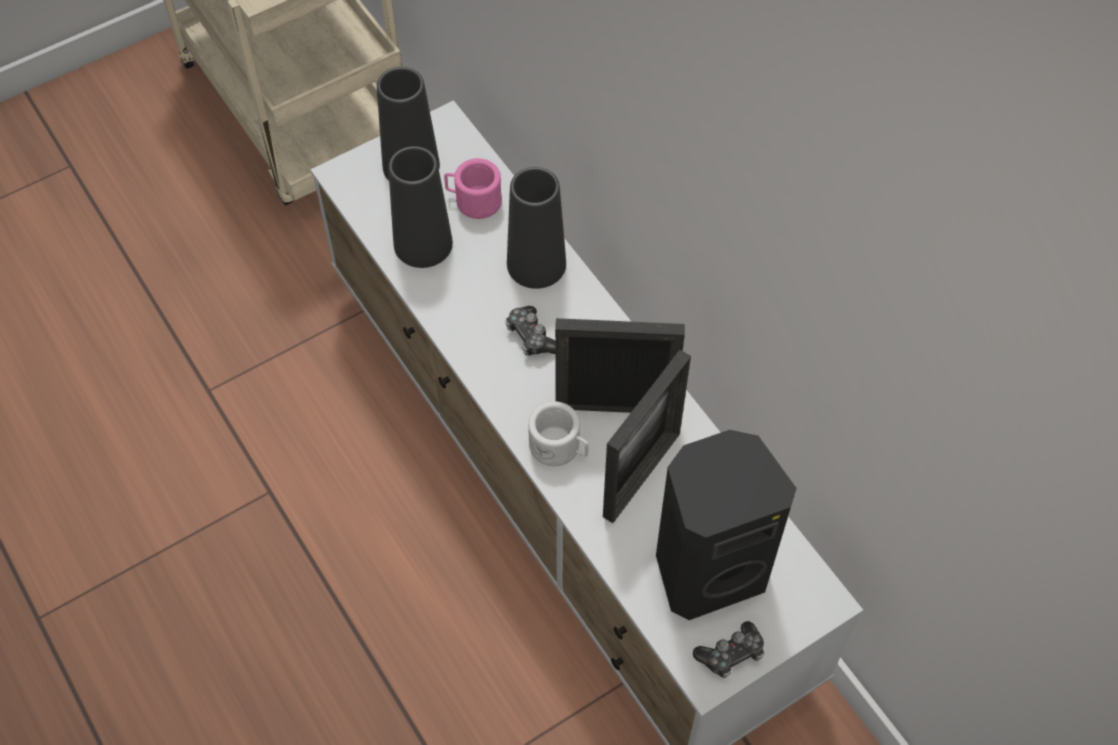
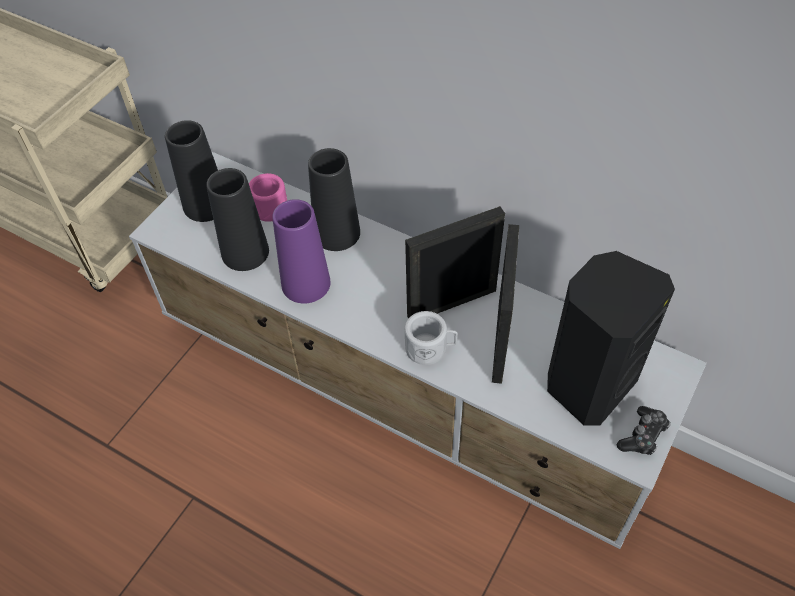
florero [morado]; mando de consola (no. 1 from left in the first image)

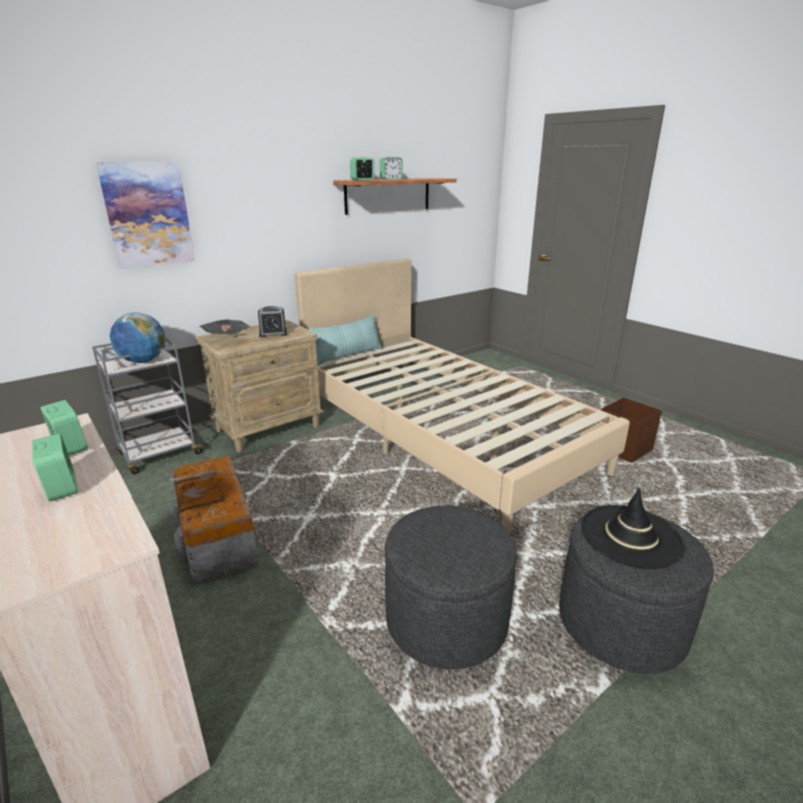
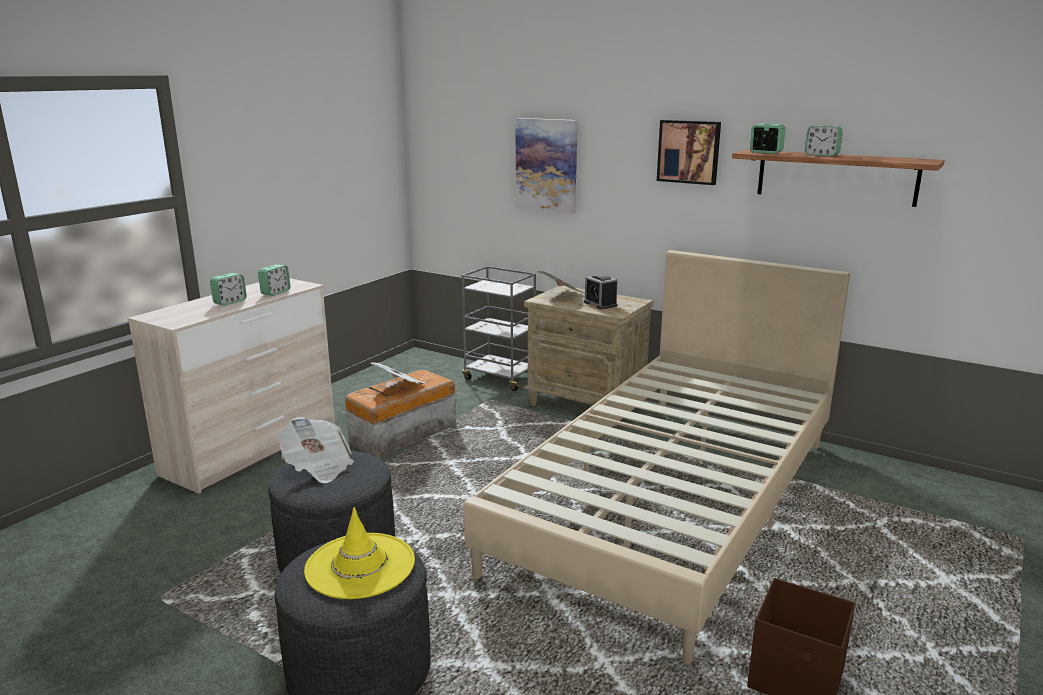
periódico (no. 1 from left); sombrero [amarillo]; cuadro (no. 2 from left); globo terráqueo; cojín

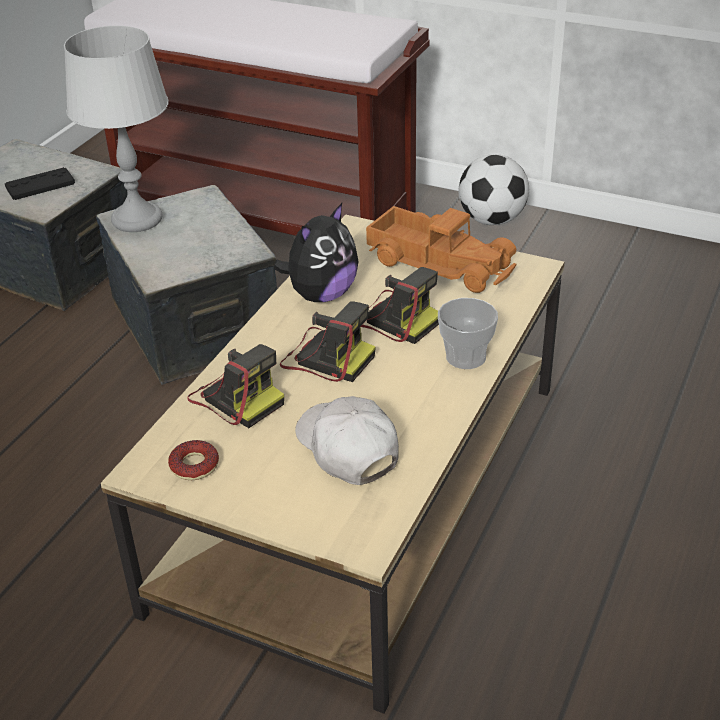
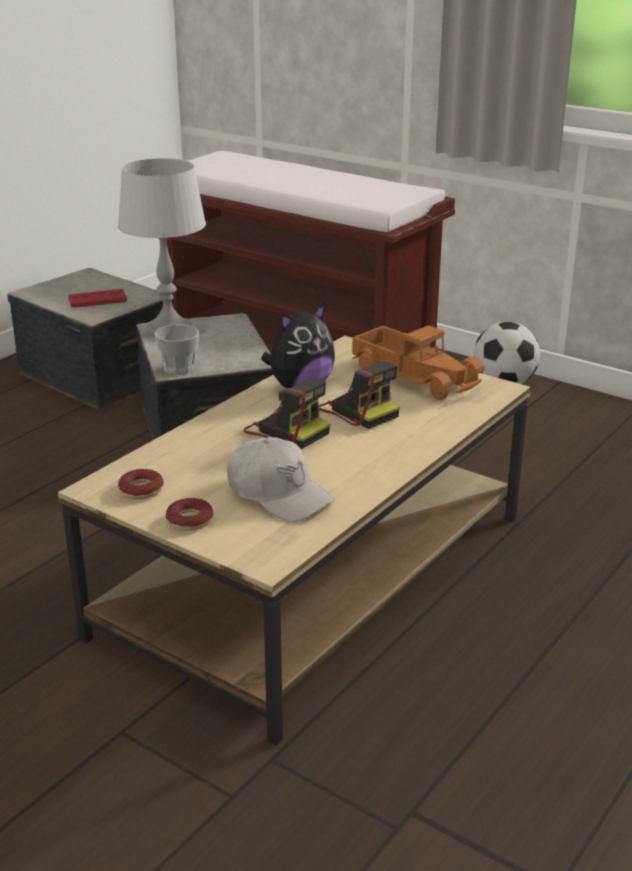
mando de consola [rojo]; taza; rosquilla (no. 2 from left); gorra [blanco]; cámara (no. 1 from left in the first image)

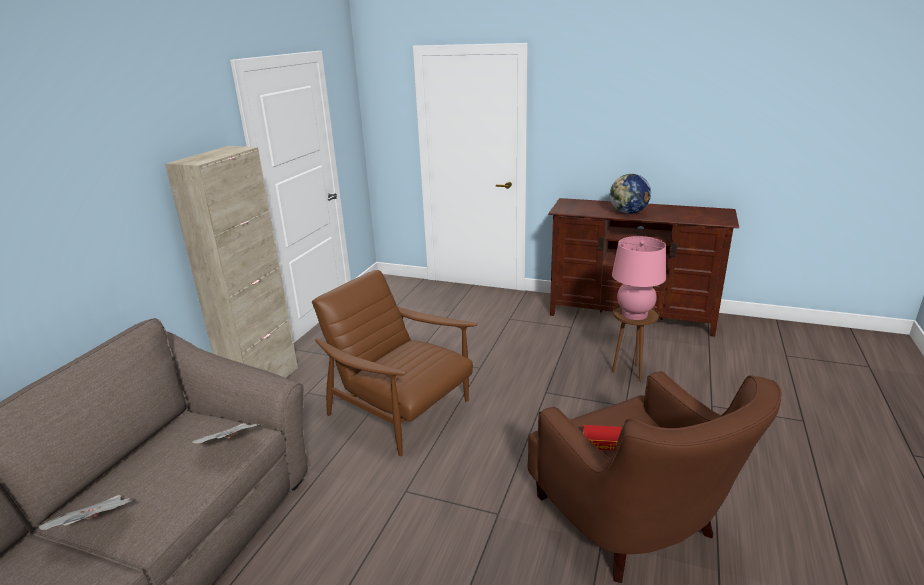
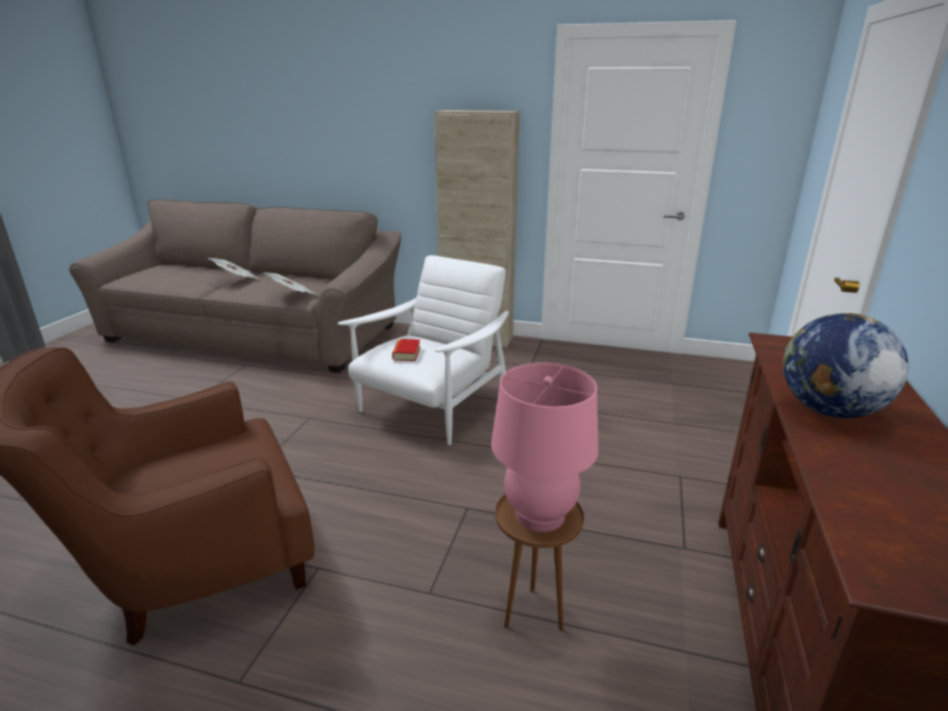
sillón [blanco]; libro

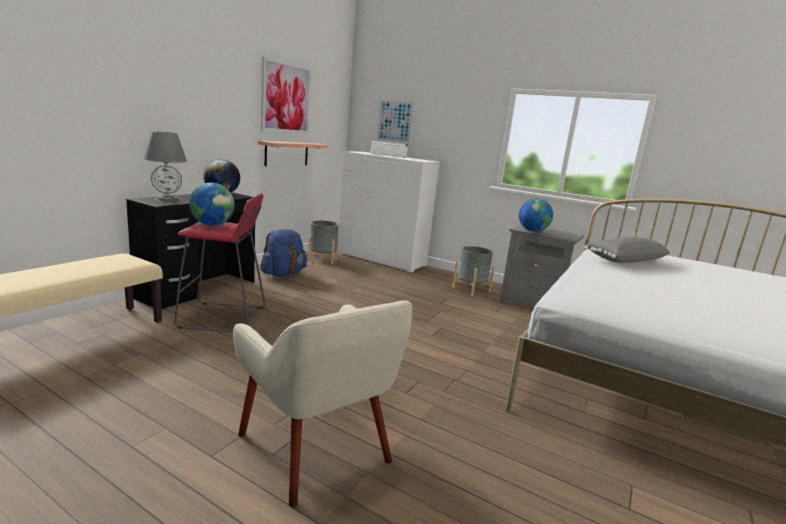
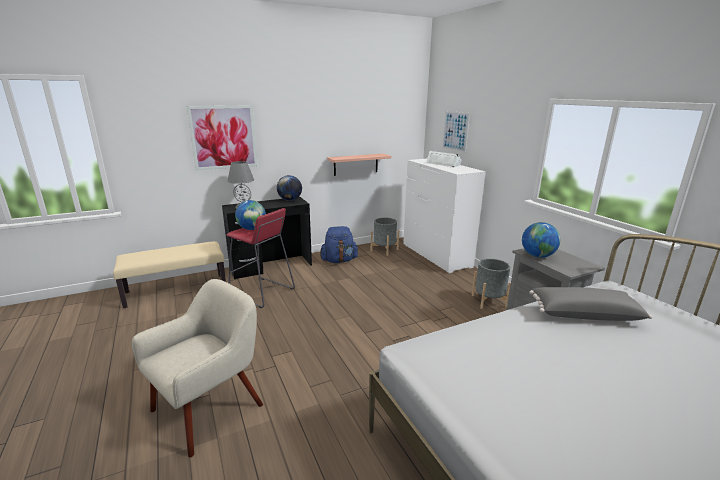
sillón [beis]; cuadro (no. 1 from left)

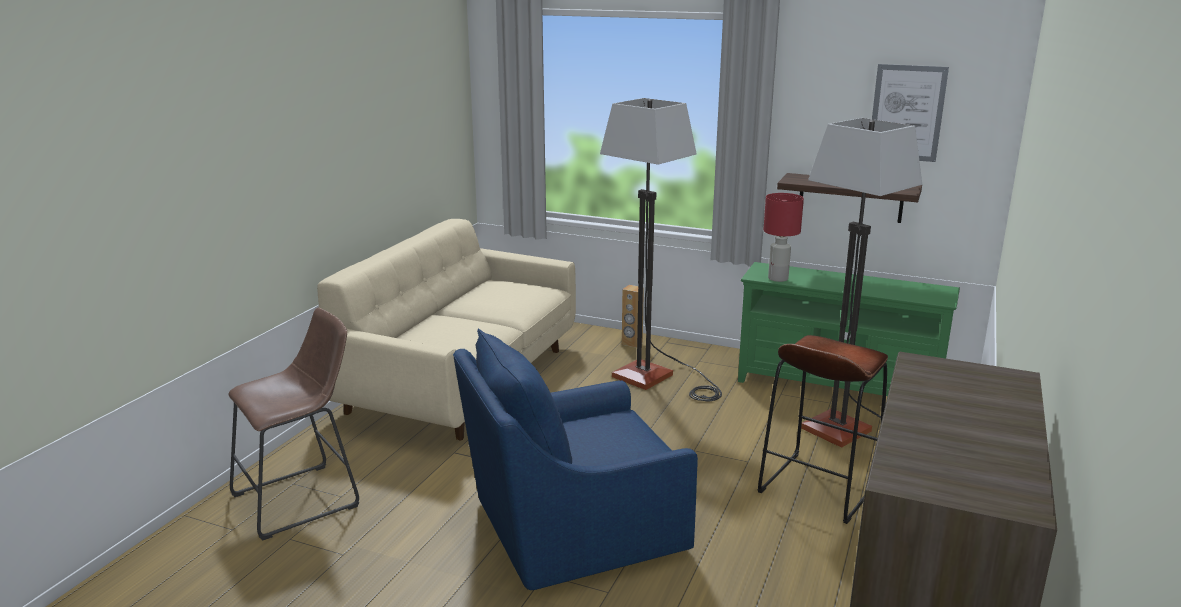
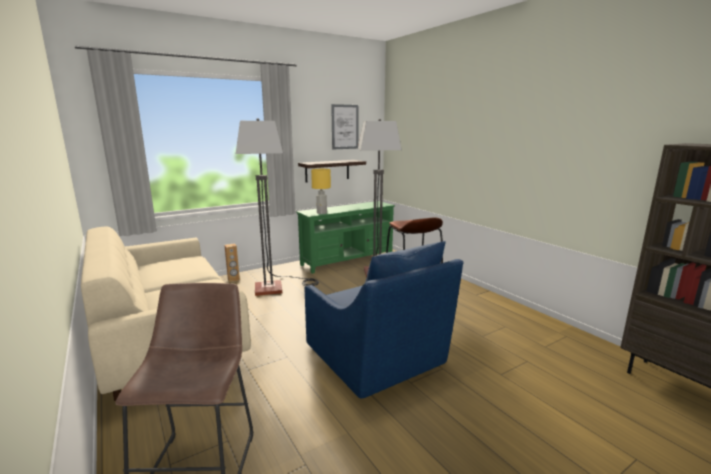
sillón [azul]; lámpara de mesa [amarillo]

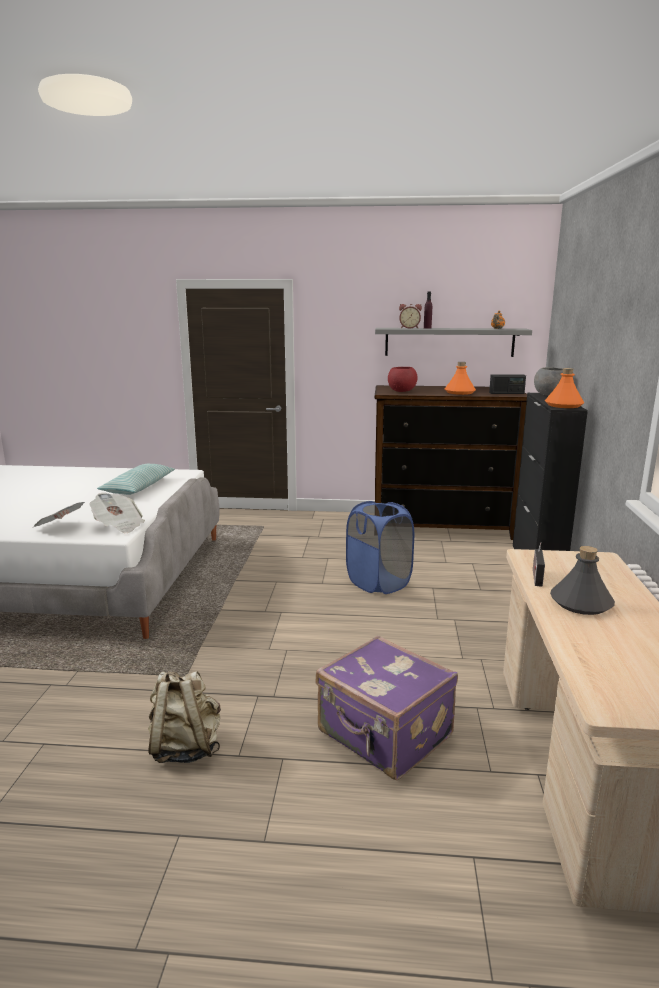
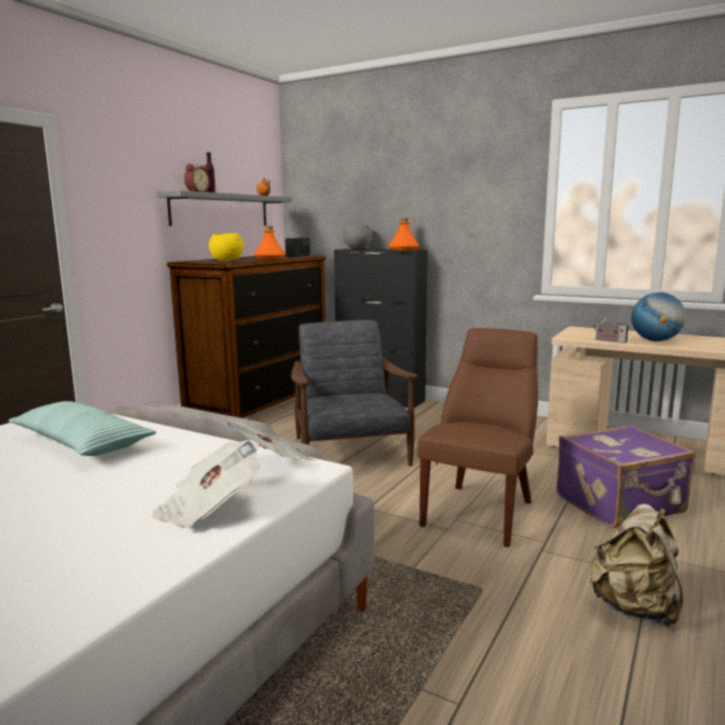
cuenco [amarillo]; sillón [gris]; silla [marrón]; globo terráqueo

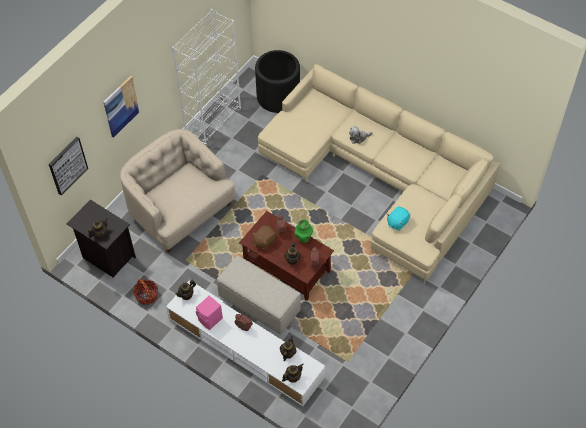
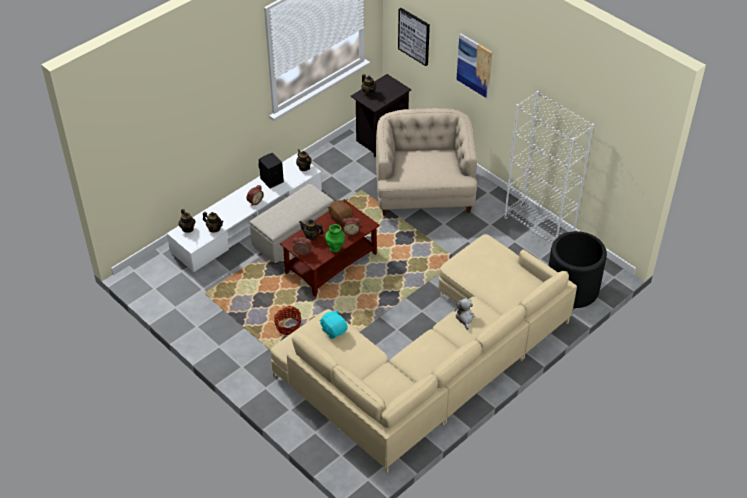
altavoz [negro]; cesta; sillón [beis]

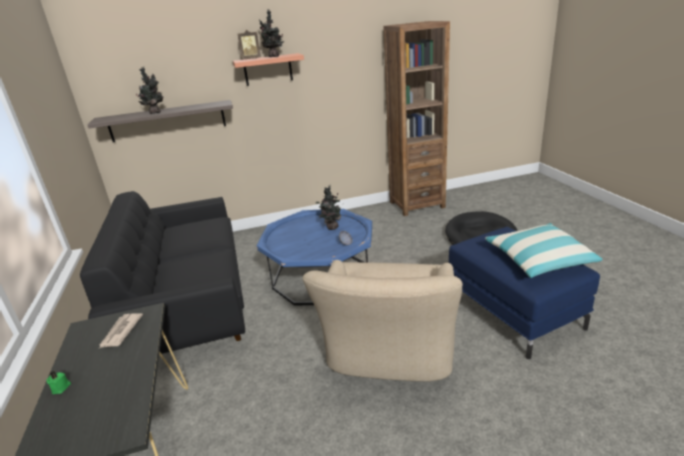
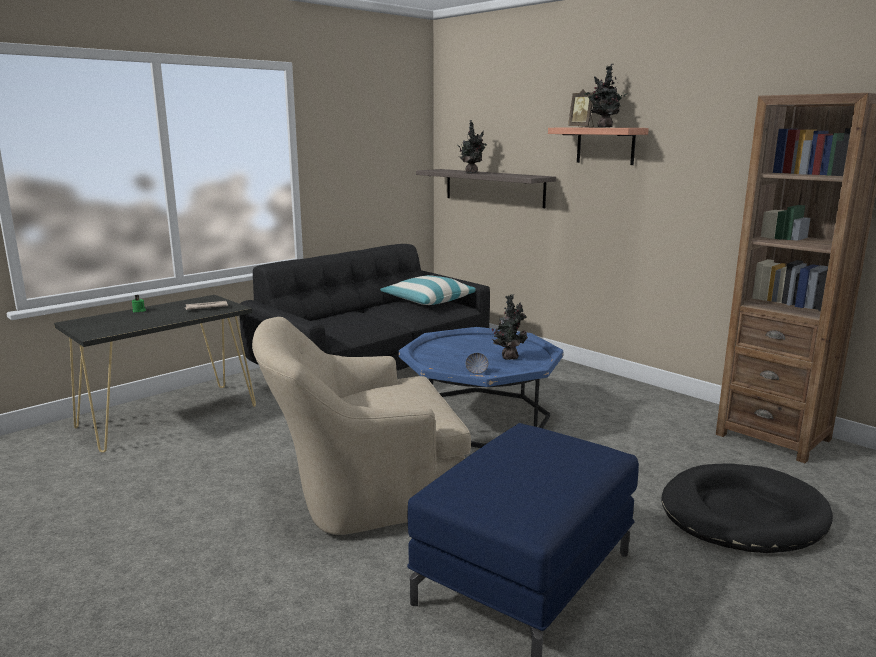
cojín

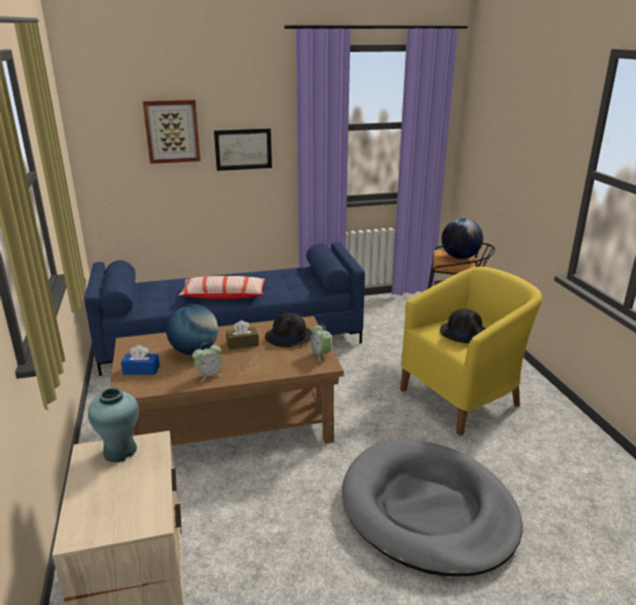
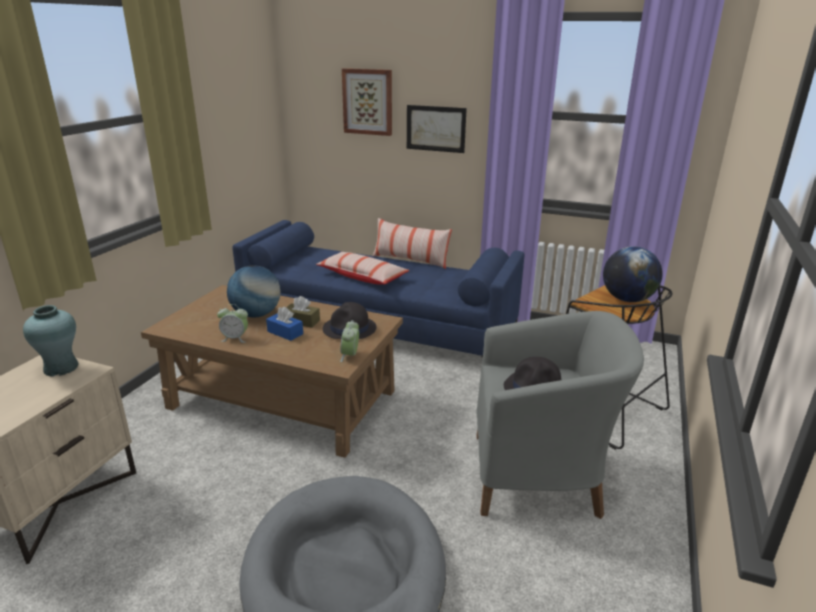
caja de pañuelos [azul]; cojín (no. 2 from left); sillón [gris]

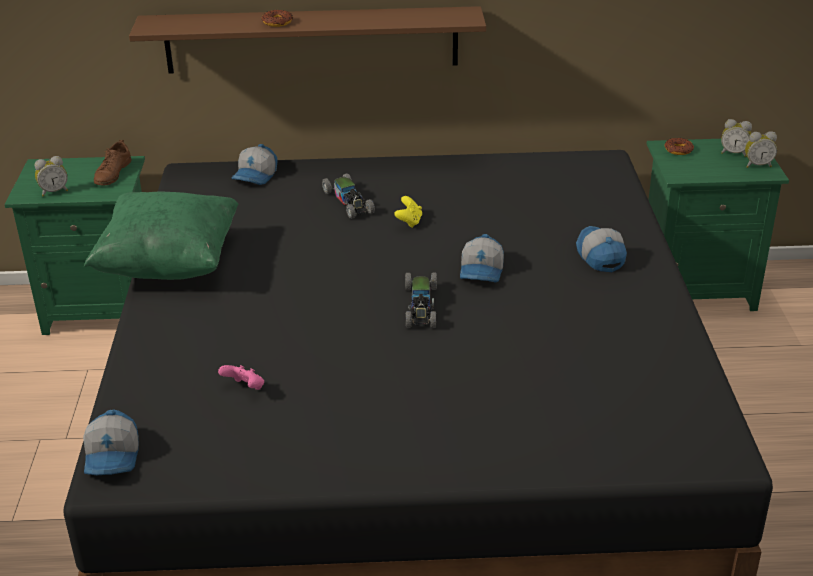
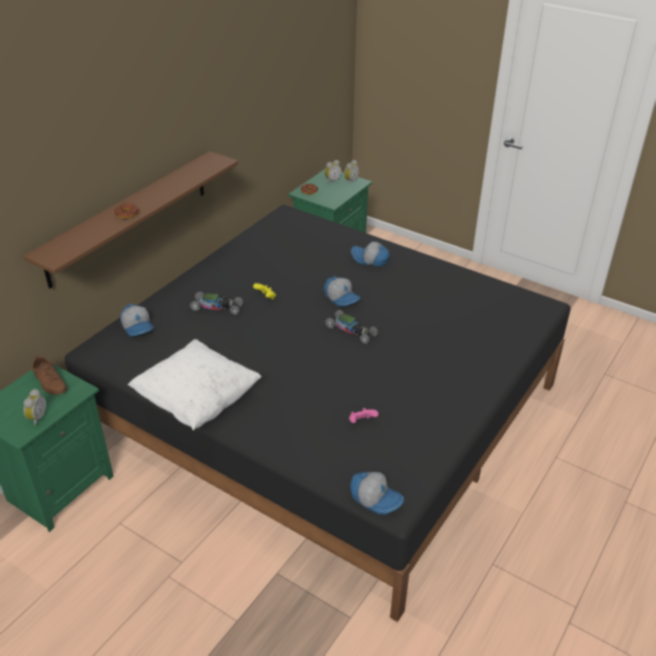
cojín [blanco]

